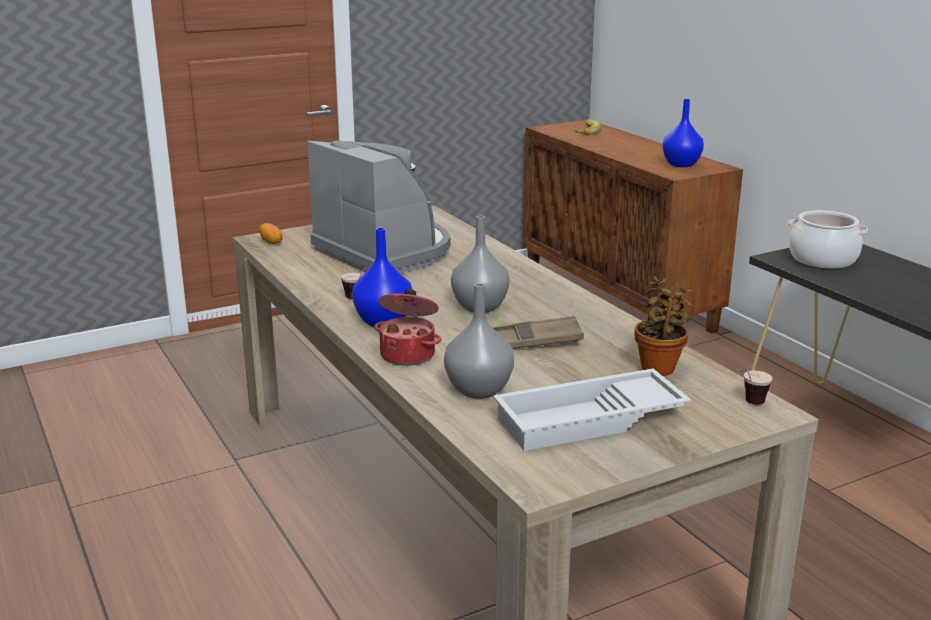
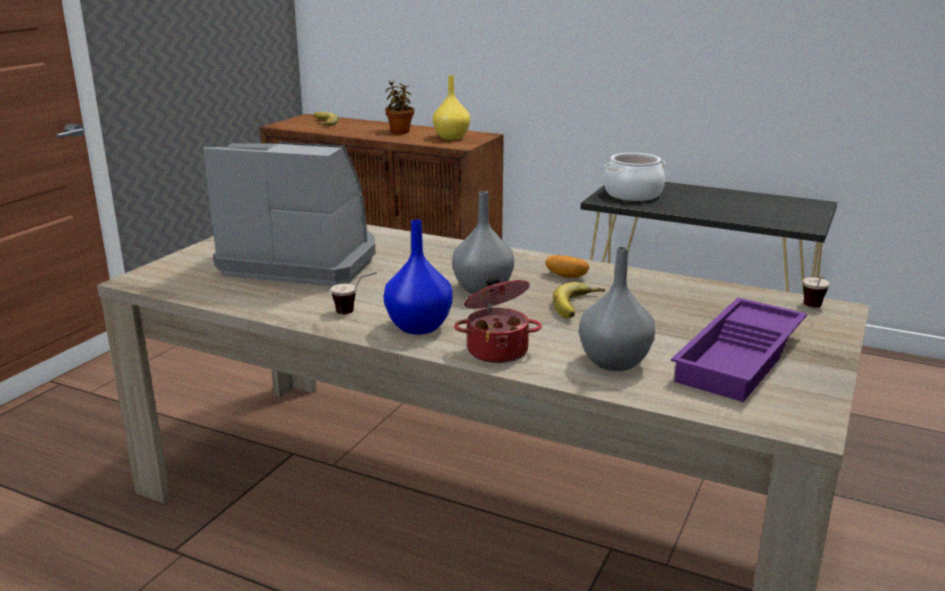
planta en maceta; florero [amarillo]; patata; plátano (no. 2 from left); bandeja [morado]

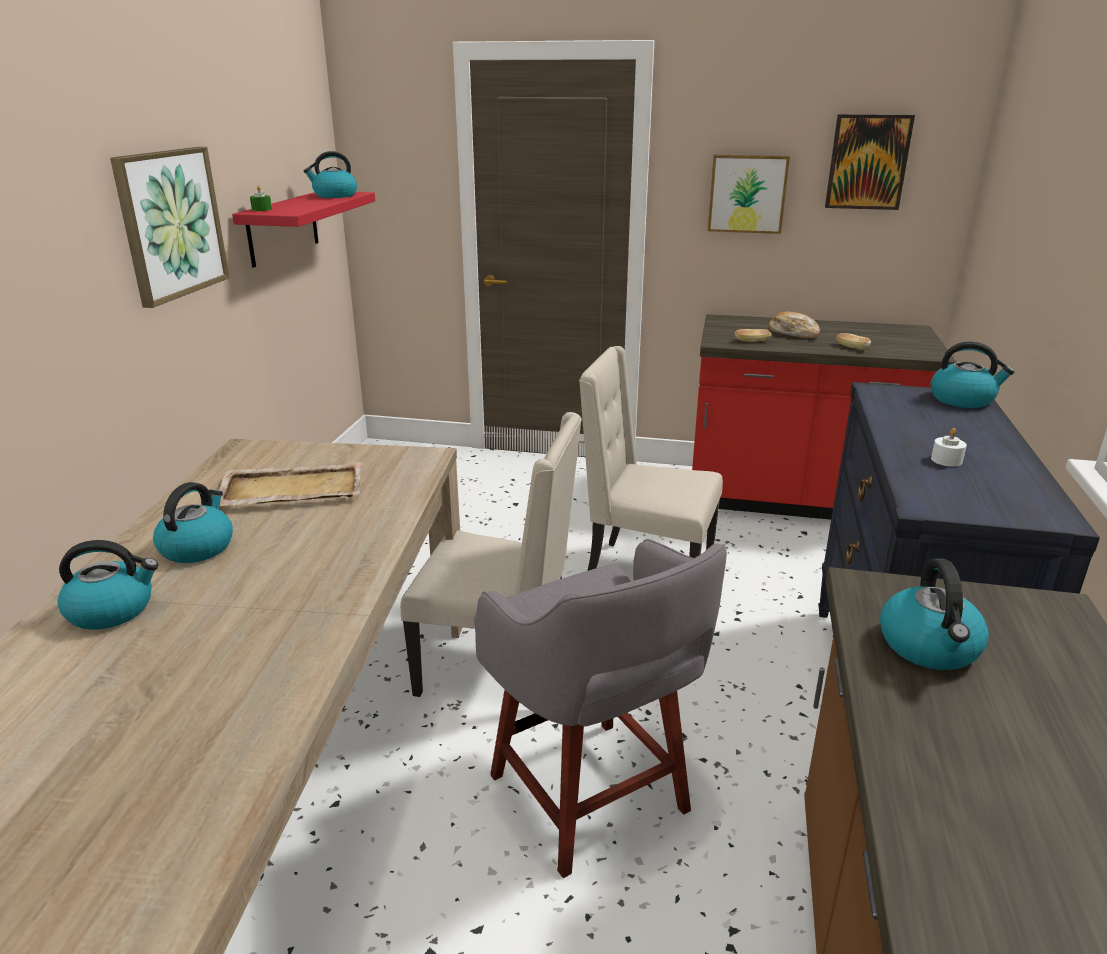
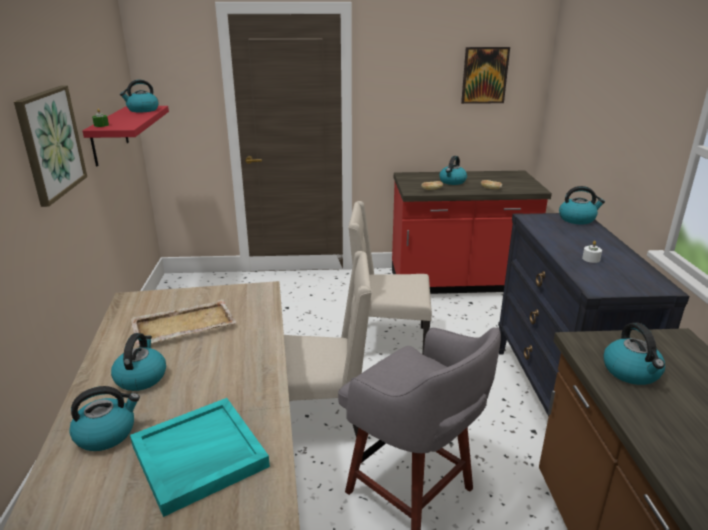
bandeja [turquesa]; hervidor (no. 4 from left); cuadro (no. 2 from left in the first image)

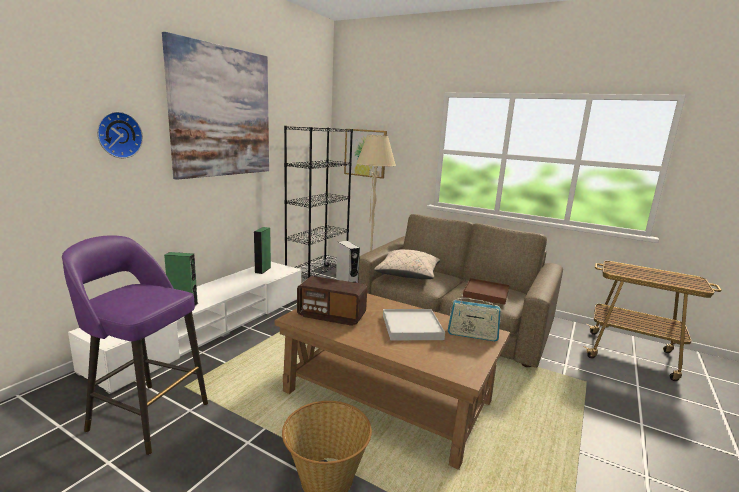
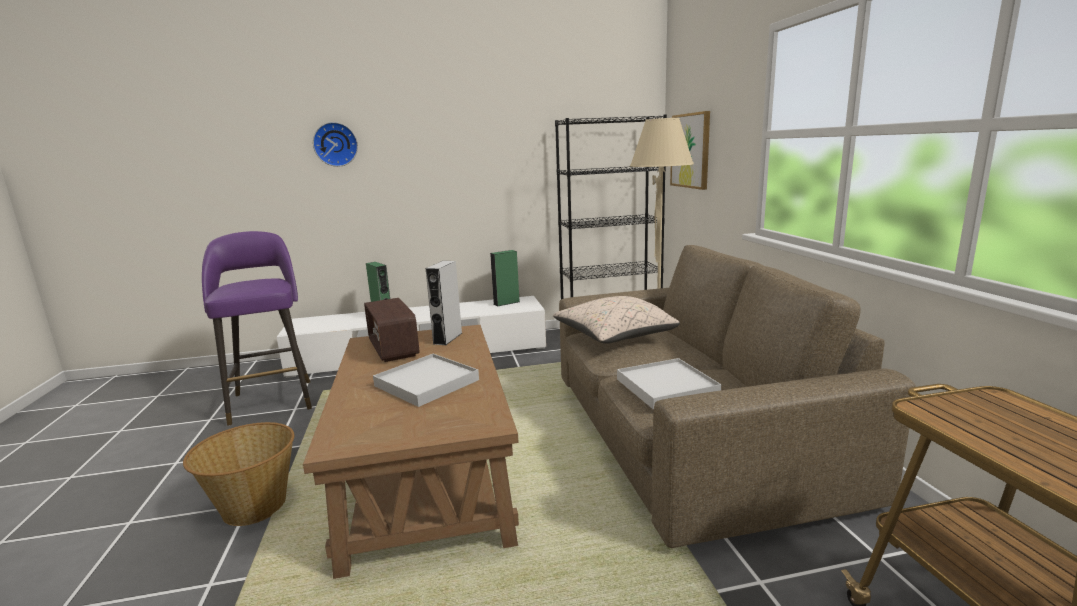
bandeja [blanco] (no. 2 from left); cuadro (no. 1 from left in the first image); radio (no. 2 from left in the first image)

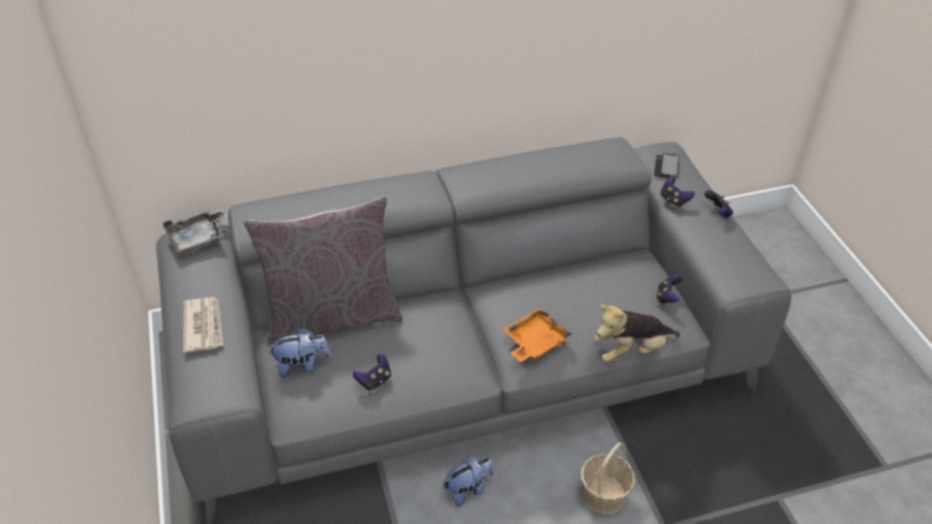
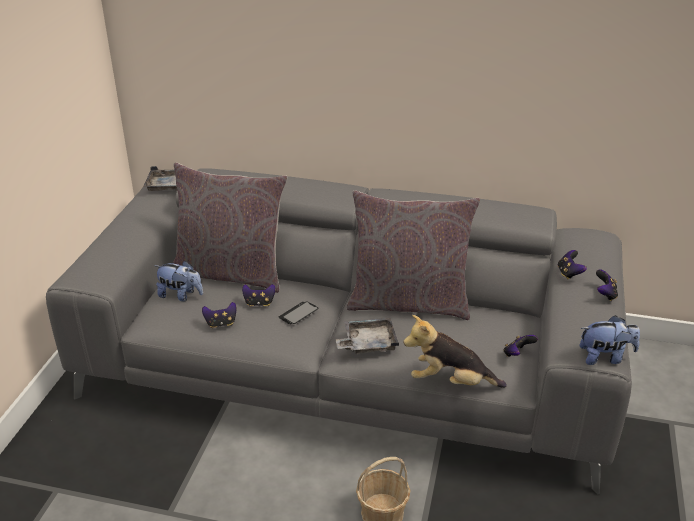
mando de consola (no. 2 from left); móvil; bandeja [gris] (no. 2 from left); cojín [gris] (no. 2 from left); peluche (no. 3 from left); periódico

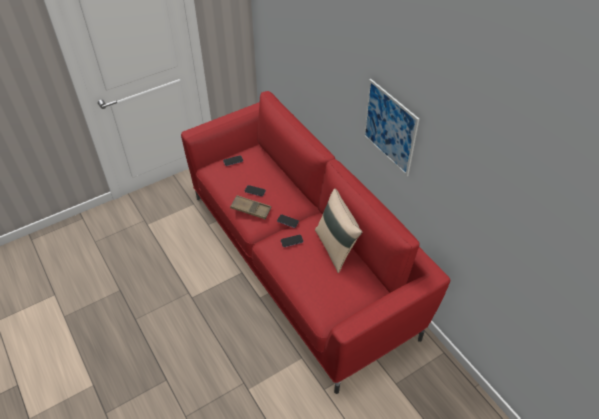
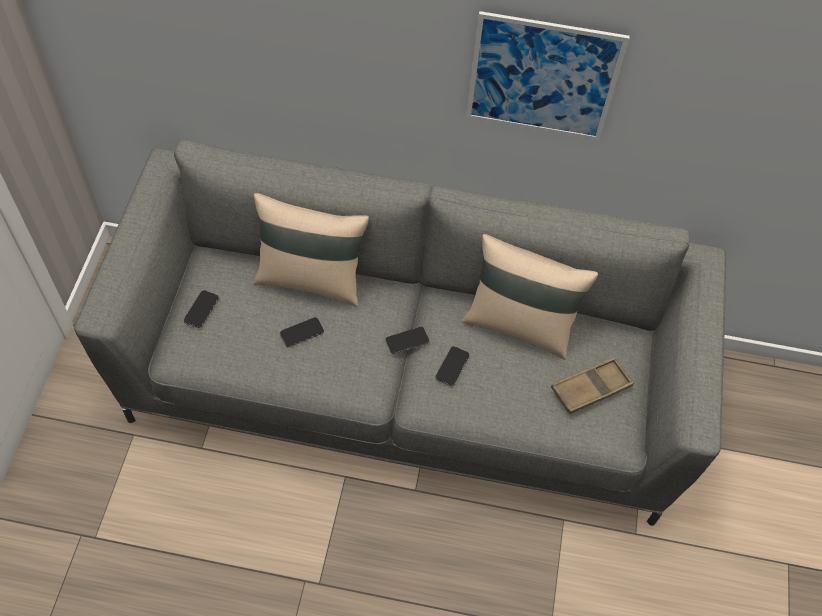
sofá [gris]; cojín [beis] (no. 1 from left); bandeja [marrón]

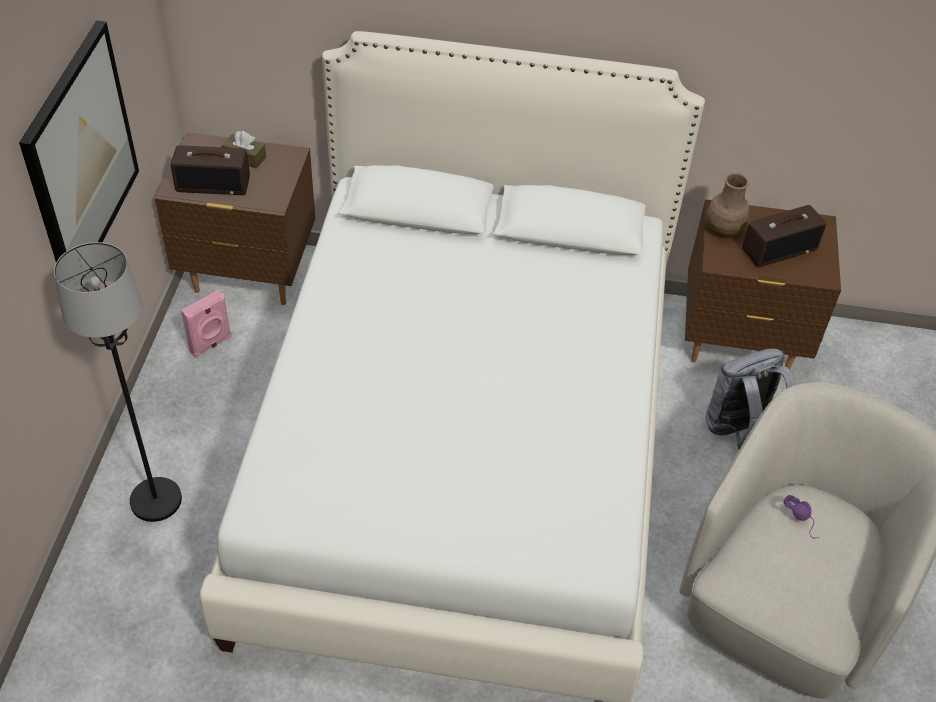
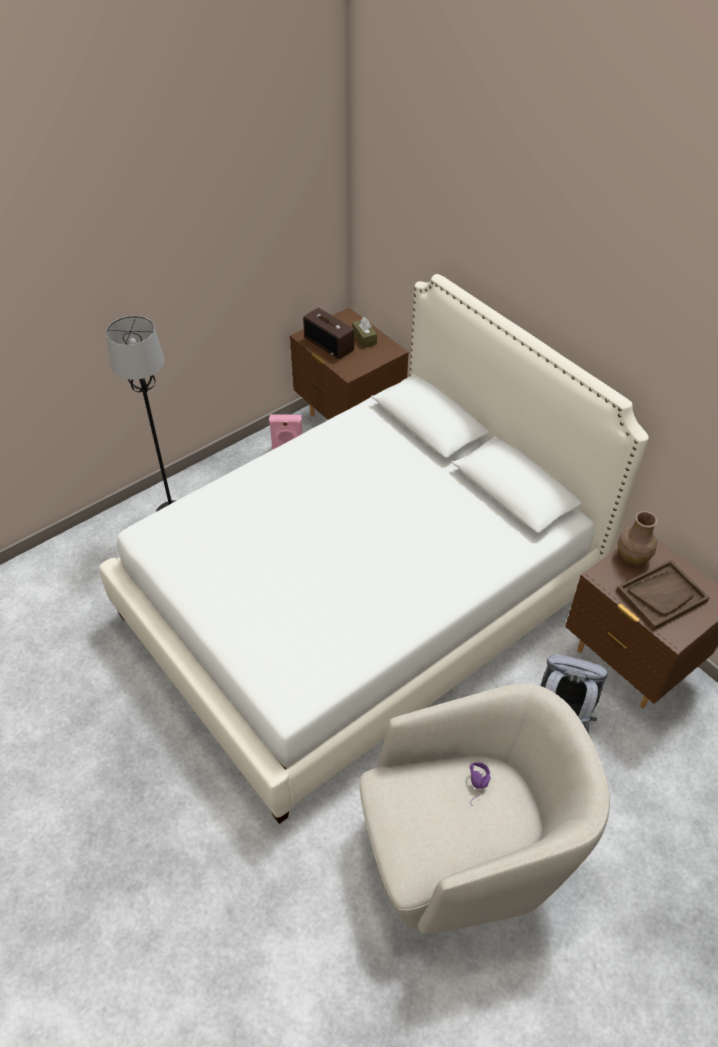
bandeja [marrón]; cuadro

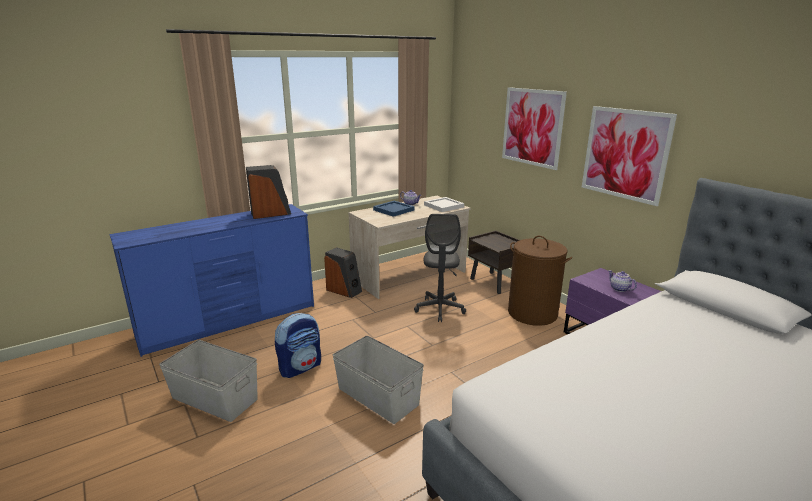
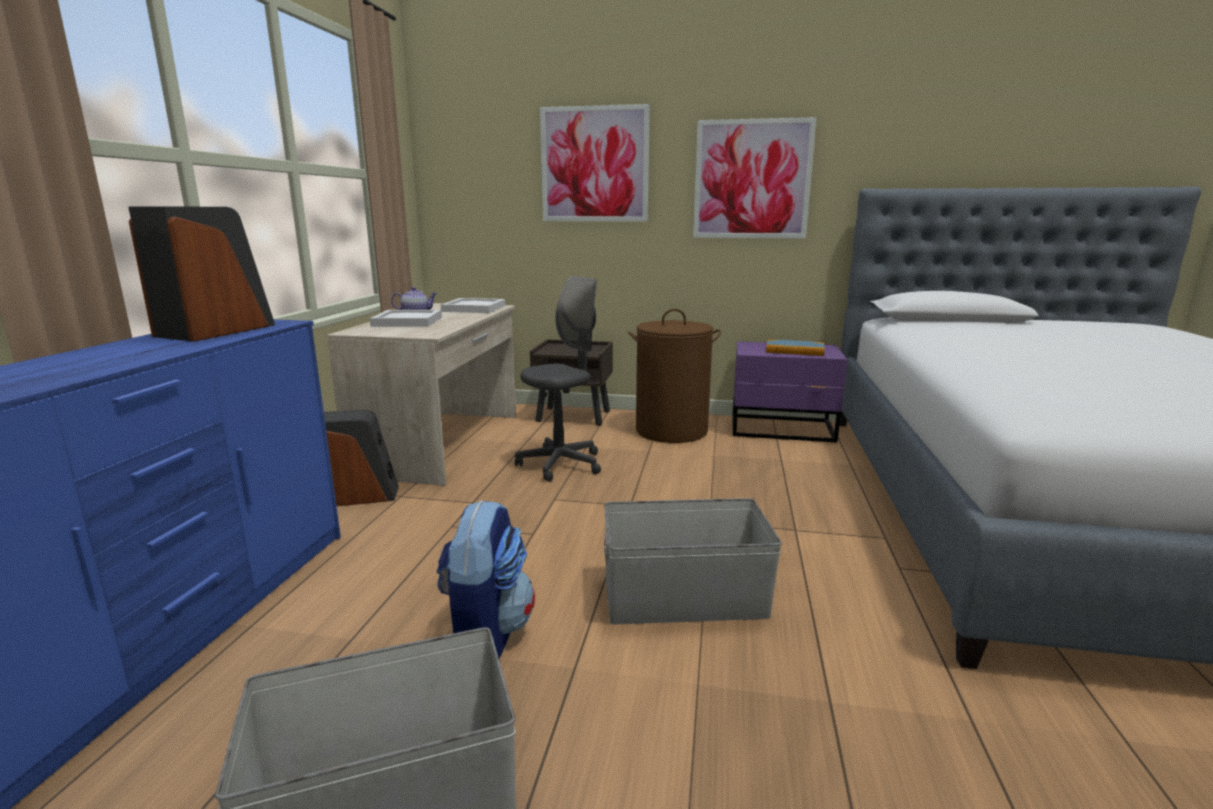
bandeja [blanco] (no. 1 from left); silla de oficina [gris]; libro

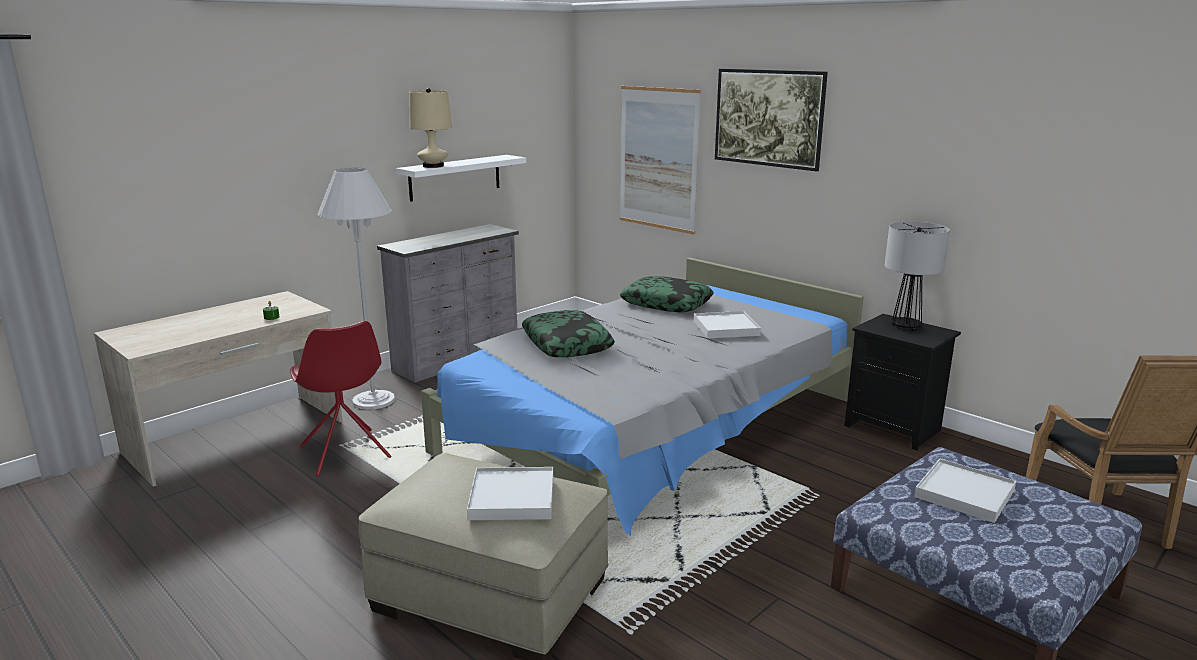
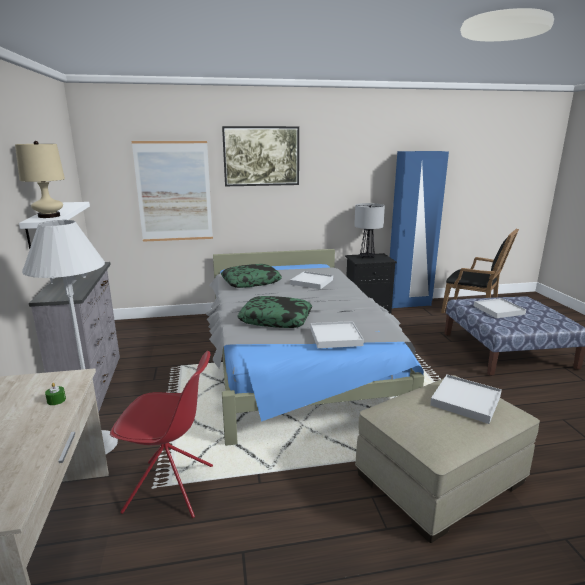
bandeja [blanco] (no. 2 from left); armario ropero [azul]

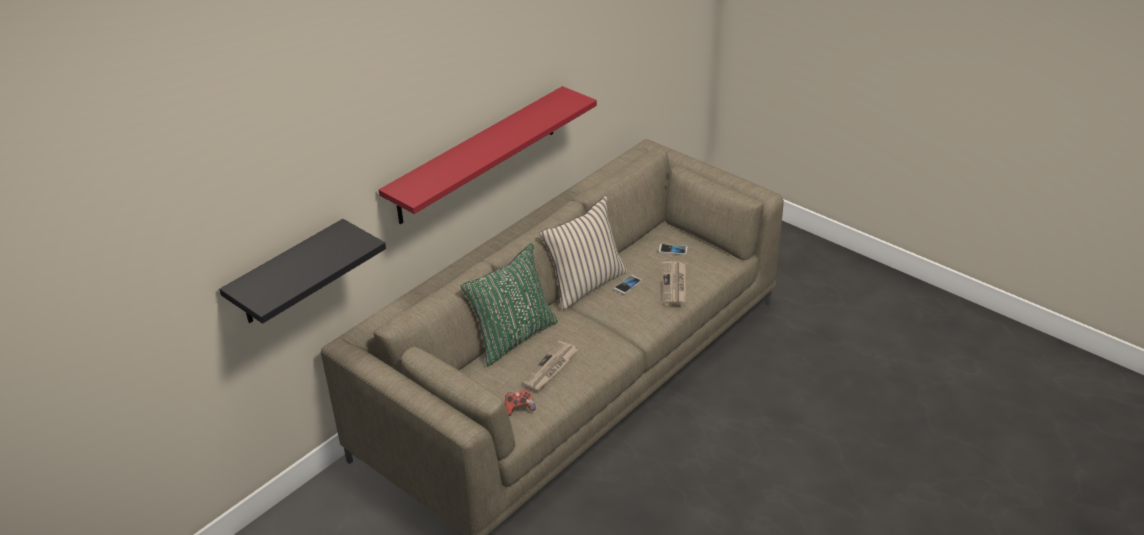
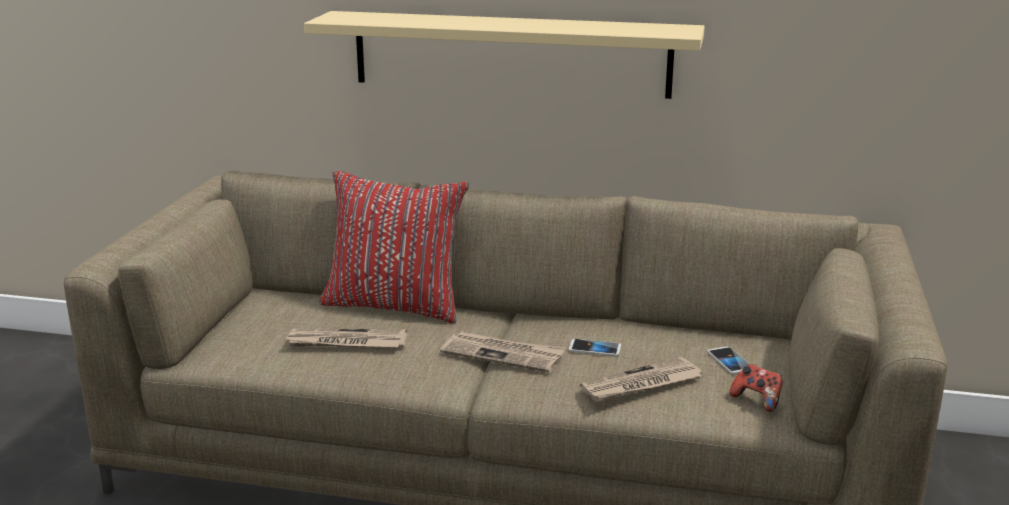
estante [beis]; cojín [rojo]; periódico (no. 2 from left); mando de consola; estante [negro]; cojín [beis]

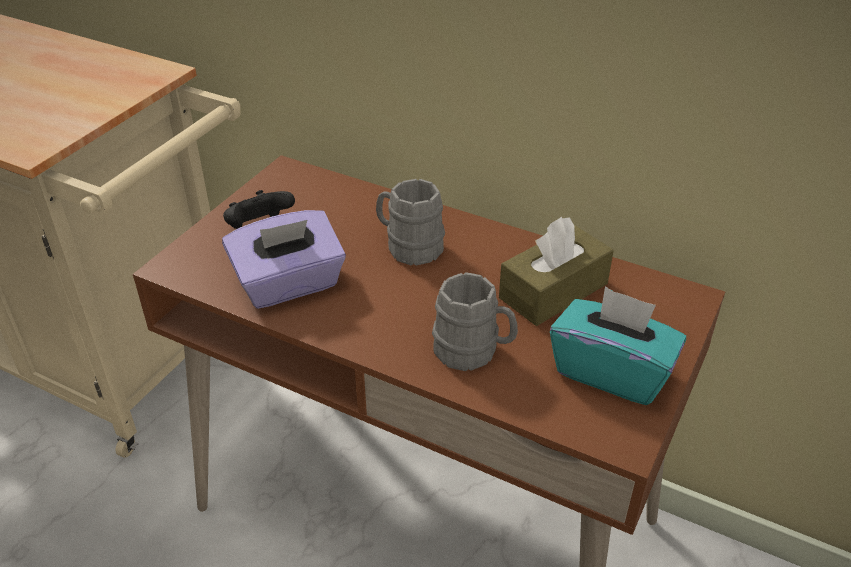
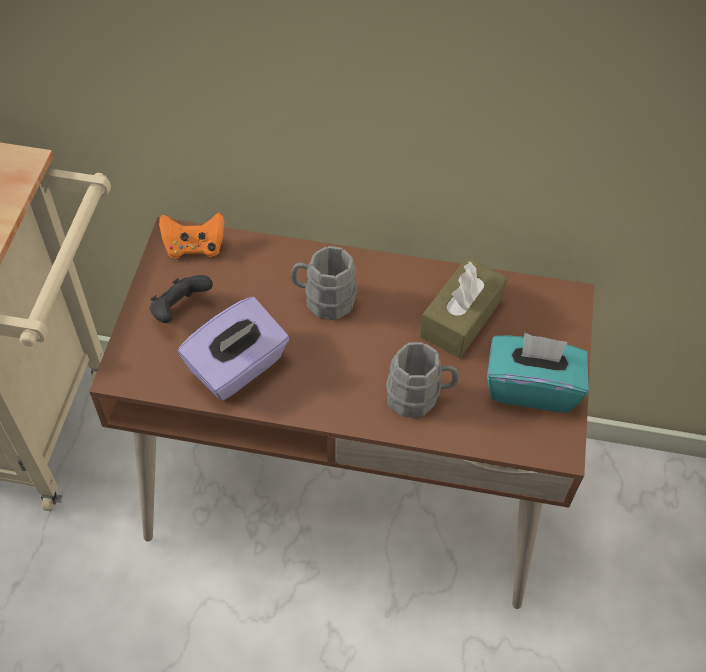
mando de consola [naranja]

